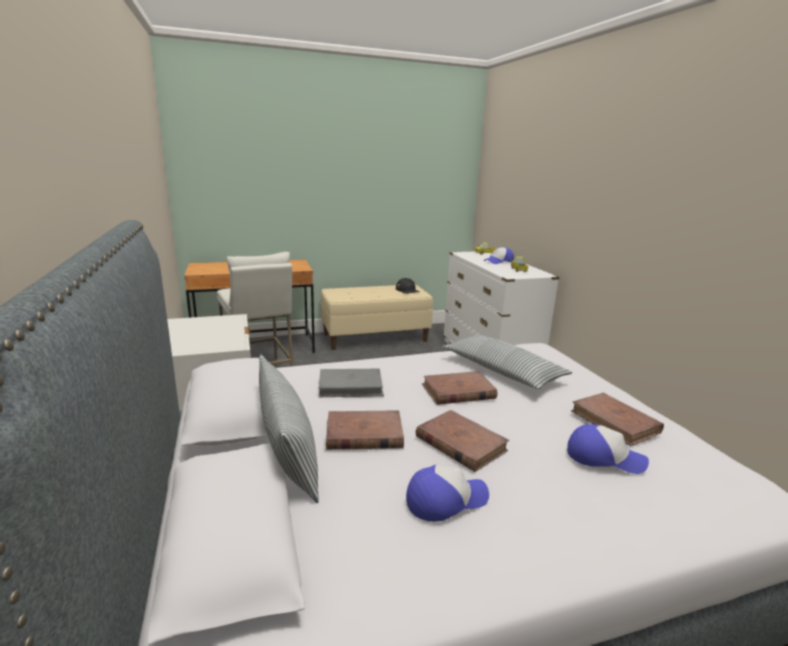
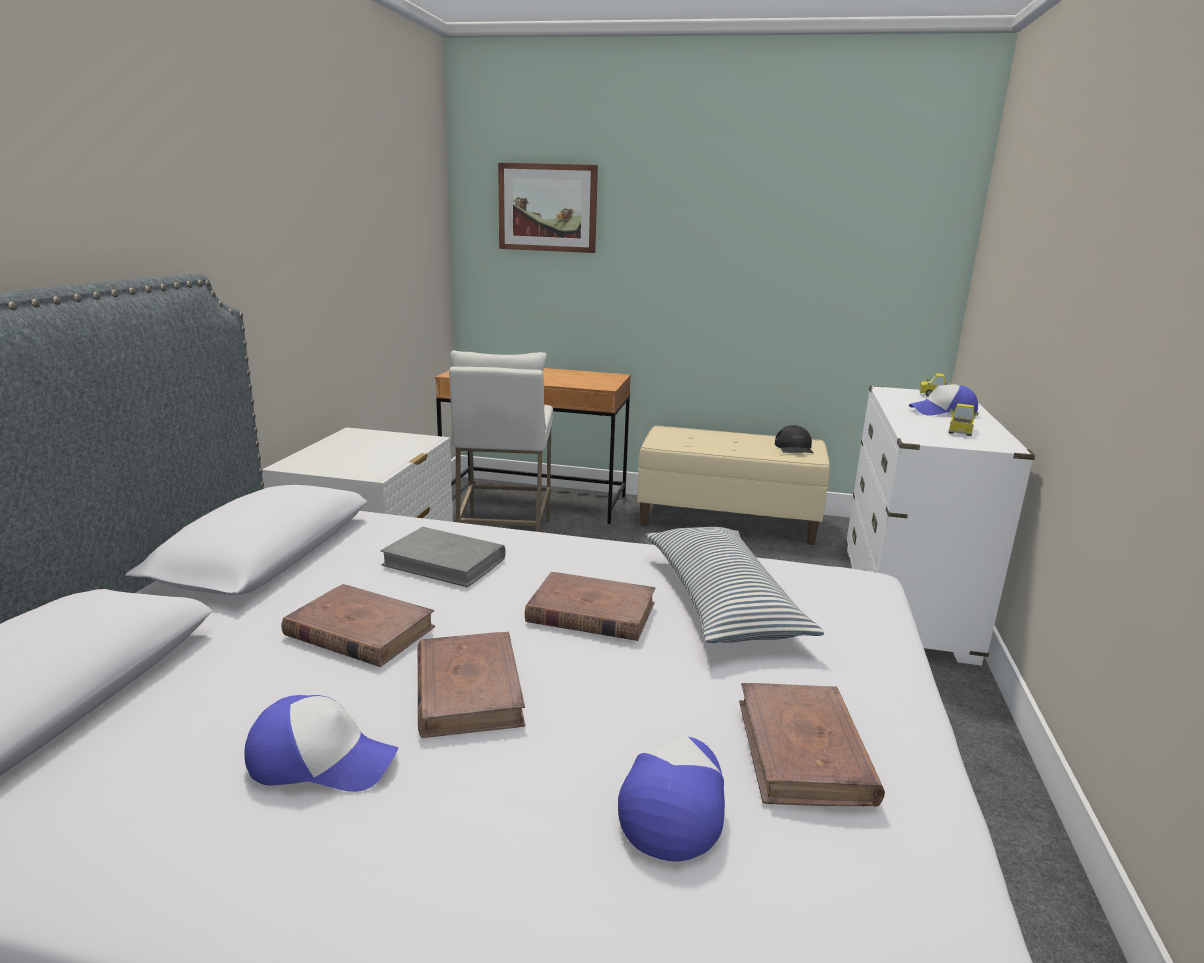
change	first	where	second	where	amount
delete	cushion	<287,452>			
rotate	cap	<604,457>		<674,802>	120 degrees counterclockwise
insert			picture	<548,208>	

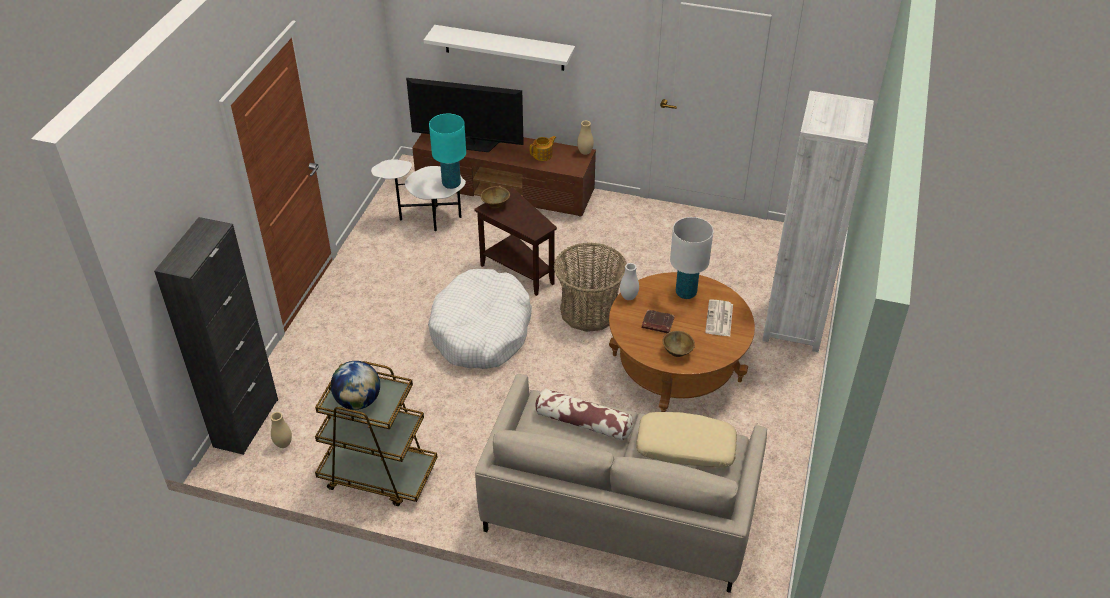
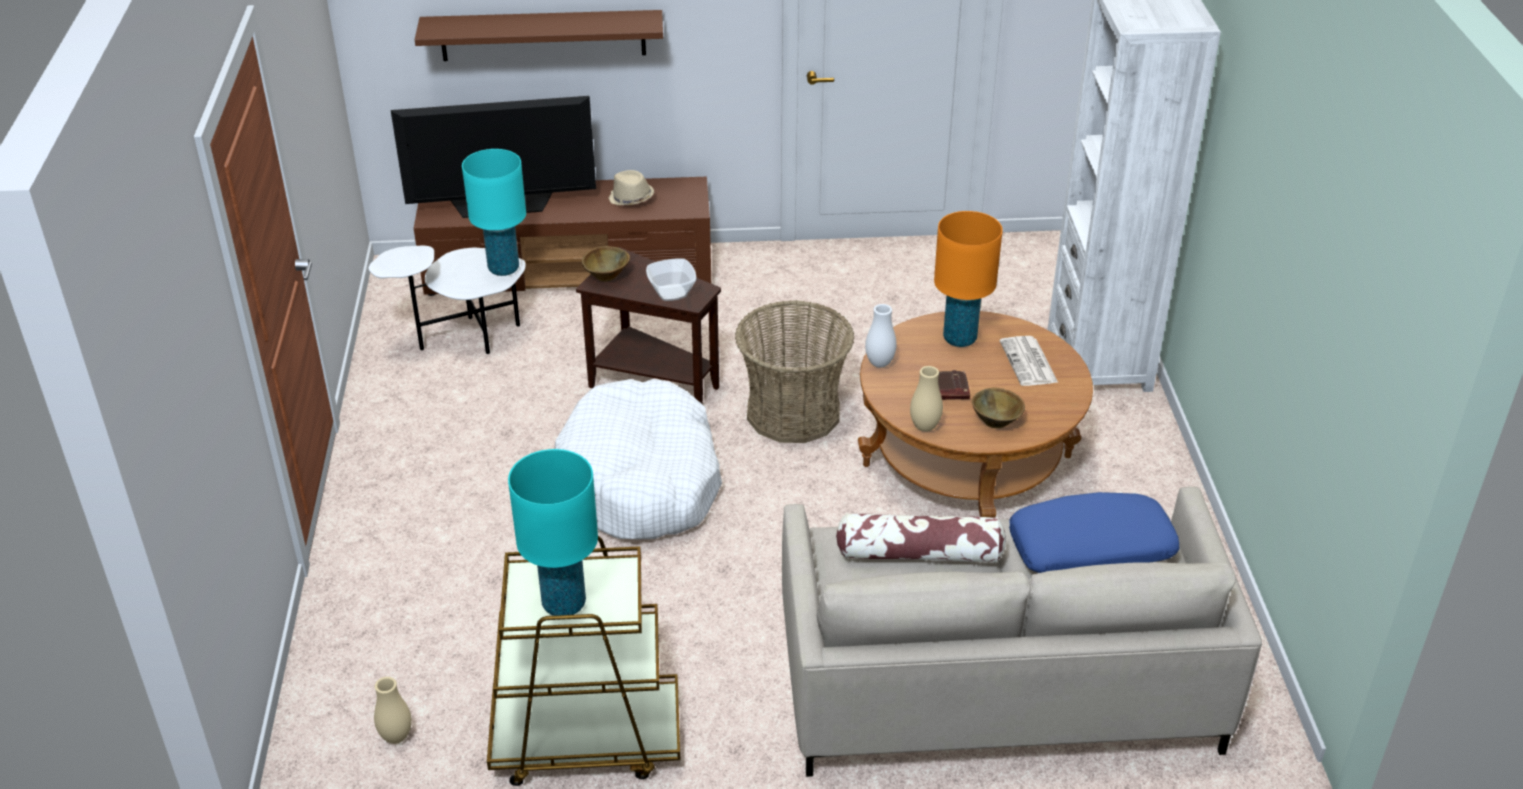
change	first	where	second	where	amount
recolor	whitish_bracket_shelf	<504,48>	brownish_bracket_shelf	<543,35>	
move	beige_vase	<585,152>		<924,427>	
replace	tea_pot	<543,155>	beige_hat	<631,199>	
delete	black_cupboard	<246,423>			
recolor	whitish_table_lamp	<685,293>	orange_table_lamp	<959,339>	
replace	desk_globe	<358,401>	turquoise_table_lamp	<564,603>	
recolor	beige_cushion	<685,448>	blue_cushion	<1090,549>	
insert			bowl	<671,293>	

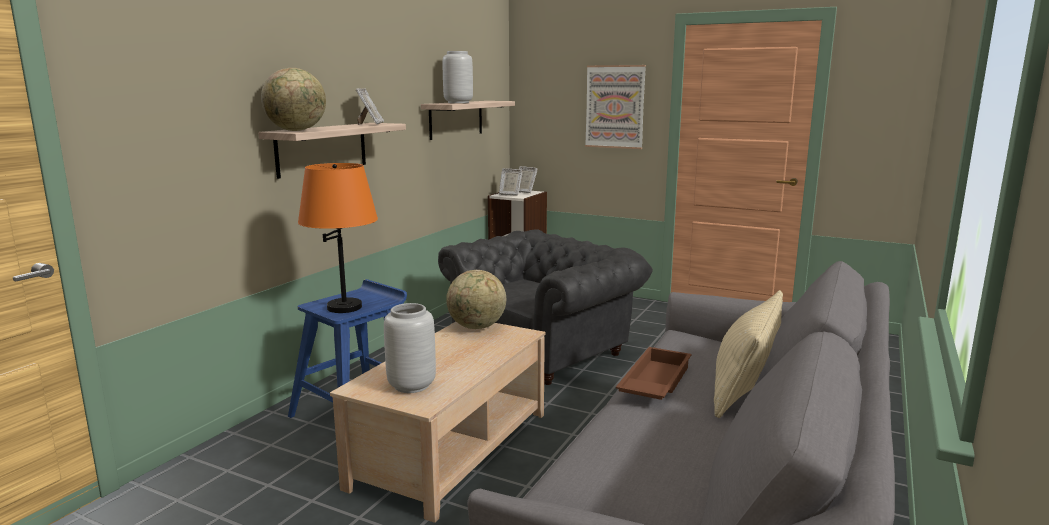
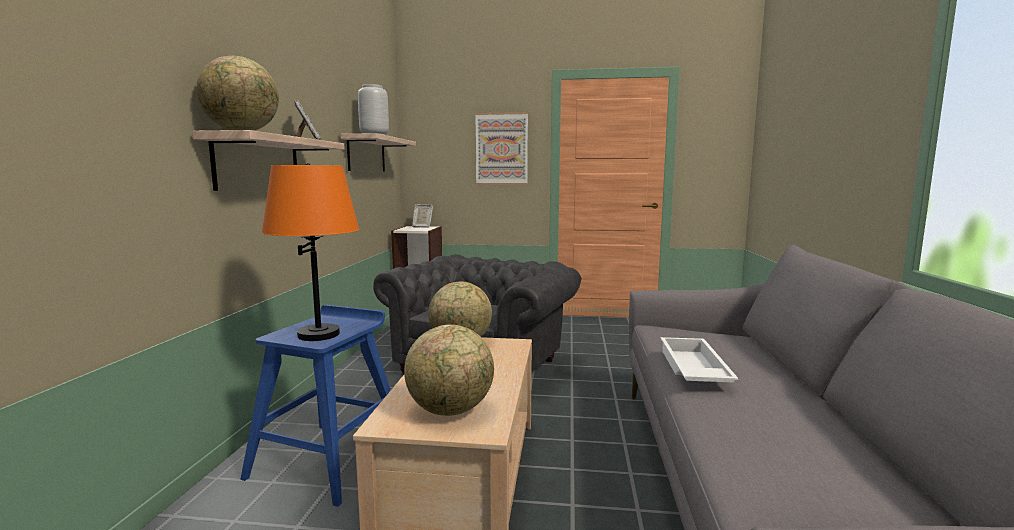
change	first	where	second	where	amount
delete	standing_frame	<510,194>			
delete	beige_cushion	<745,387>			
replace	grey_vase	<413,385>	desk_globe	<451,410>	
recolor	brownish_carrying_tray	<653,382>	whitish_carrying_tray	<692,369>	

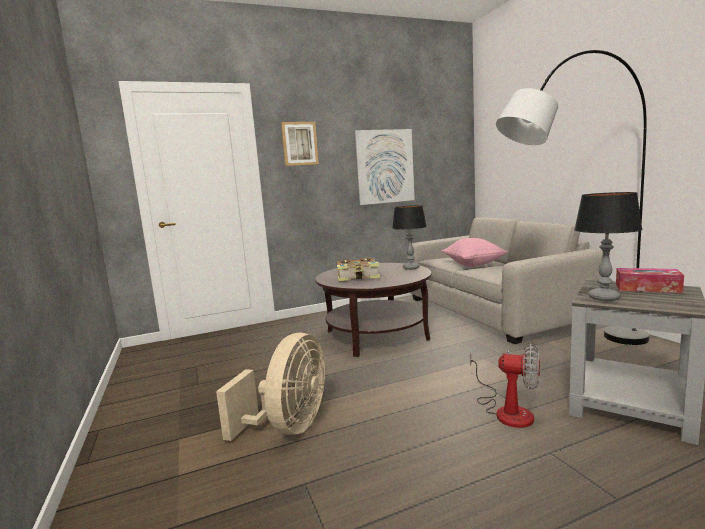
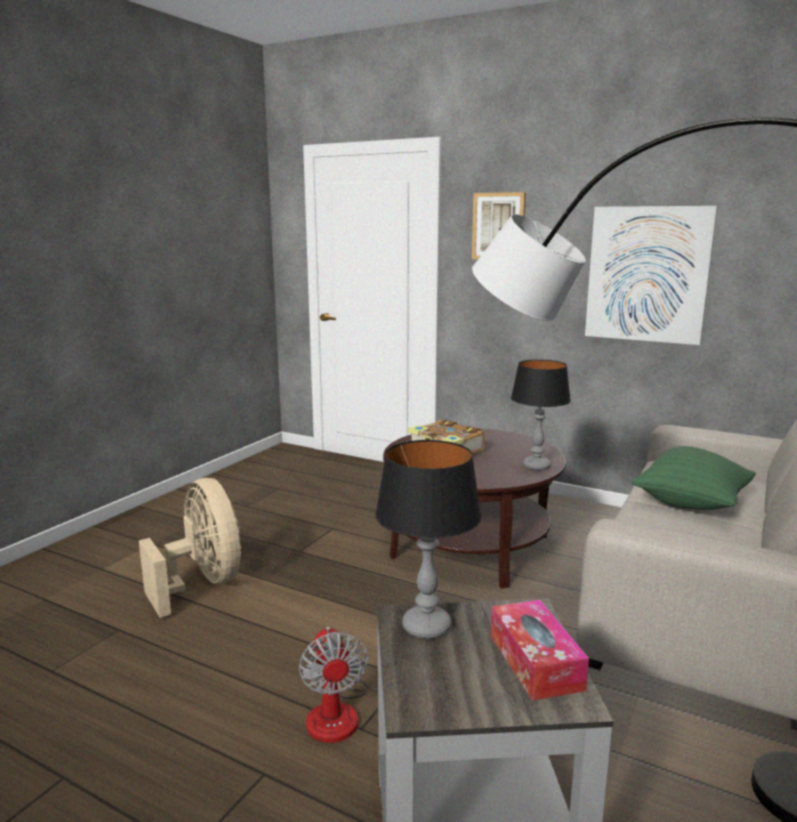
change	first	where	second	where	amount
recolor	pink_cushion	<473,265>	green-coloured_cushion	<691,503>	
rotate	beige_cooling_fan	<289,427>		<203,583>	105 degrees counterclockwise

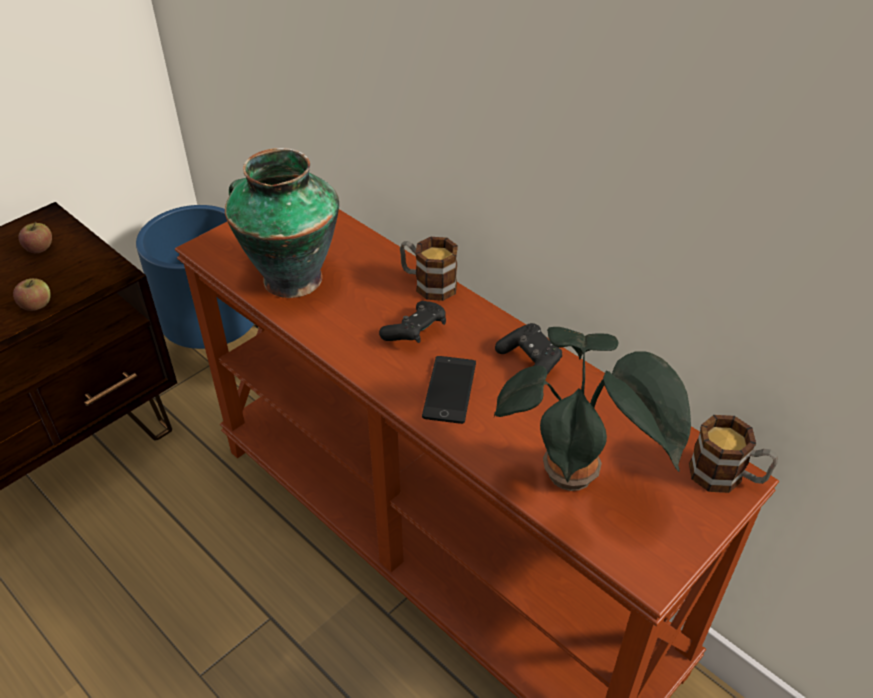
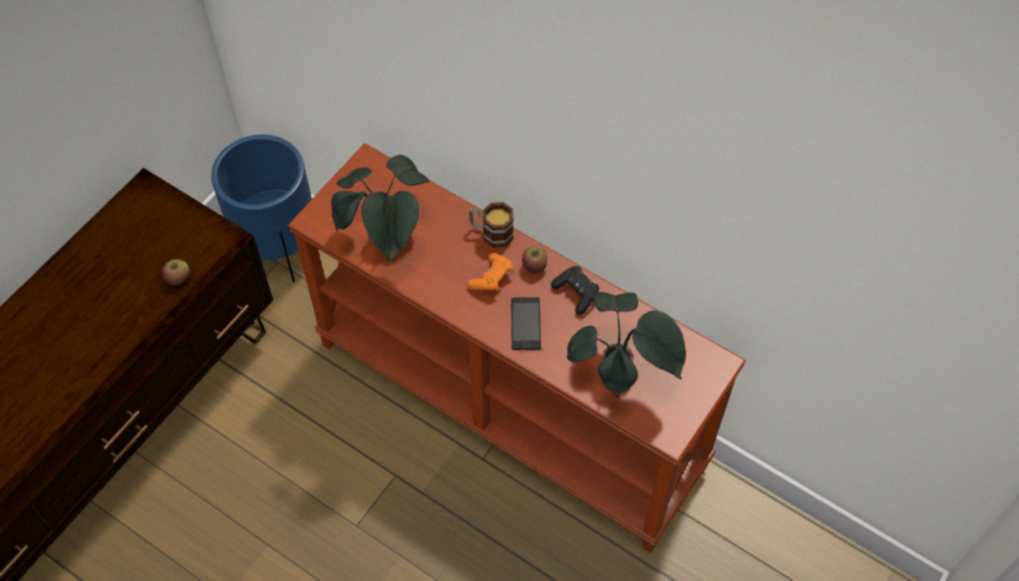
change	first	where	second	where	amount
replace	vase	<290,278>	potted_plant	<387,242>	
move	whole_apple	<39,248>		<534,265>	
recolor	black_joypad	<415,333>	orange_joypad	<492,279>	
delete	coffee_mug	<726,476>			

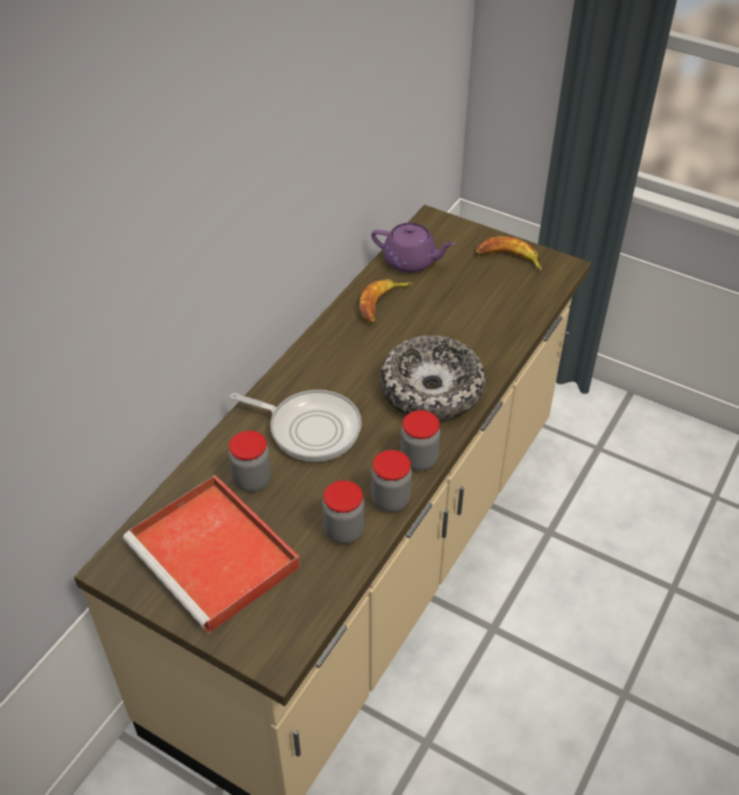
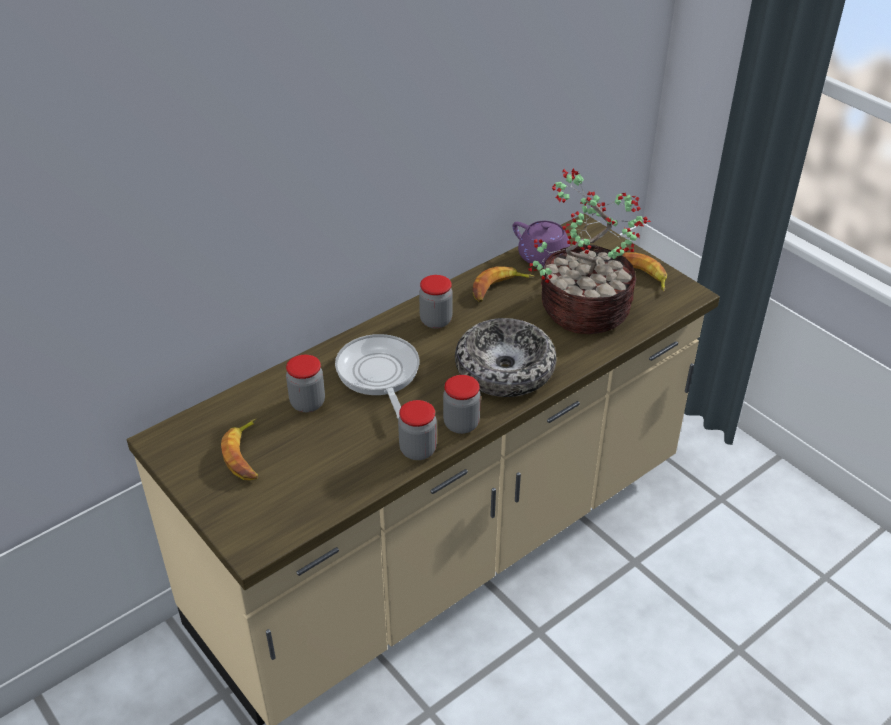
change	first	where	second	where	amount
rotate	frying_pan	<310,428>		<379,374>	150 degrees counterclockwise
replace	red-coloured_carrying_tray	<216,557>	whole_banana	<245,455>	
move	jar	<344,531>		<436,321>	
insert			potted_plant	<581,310>	

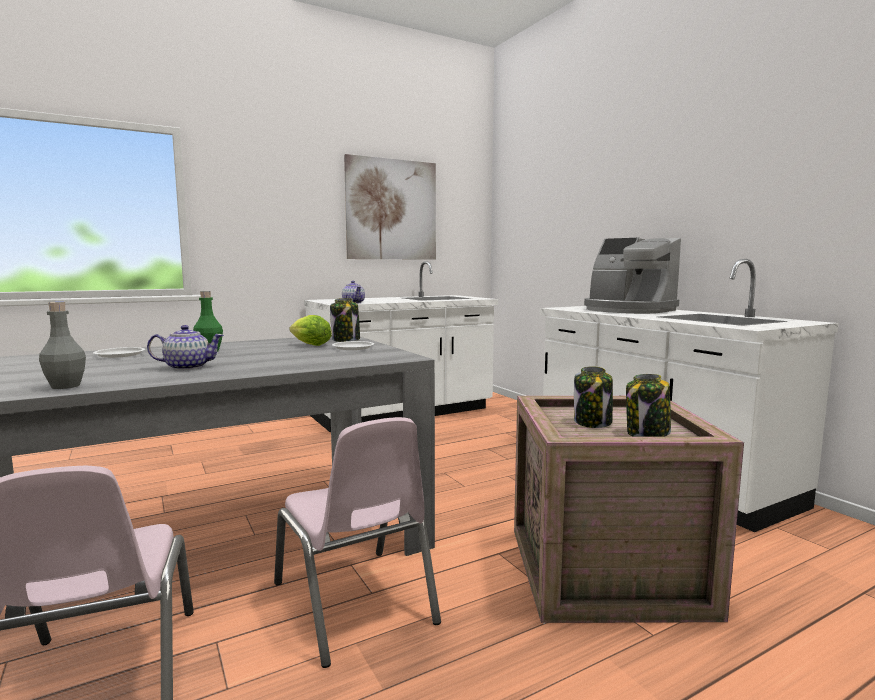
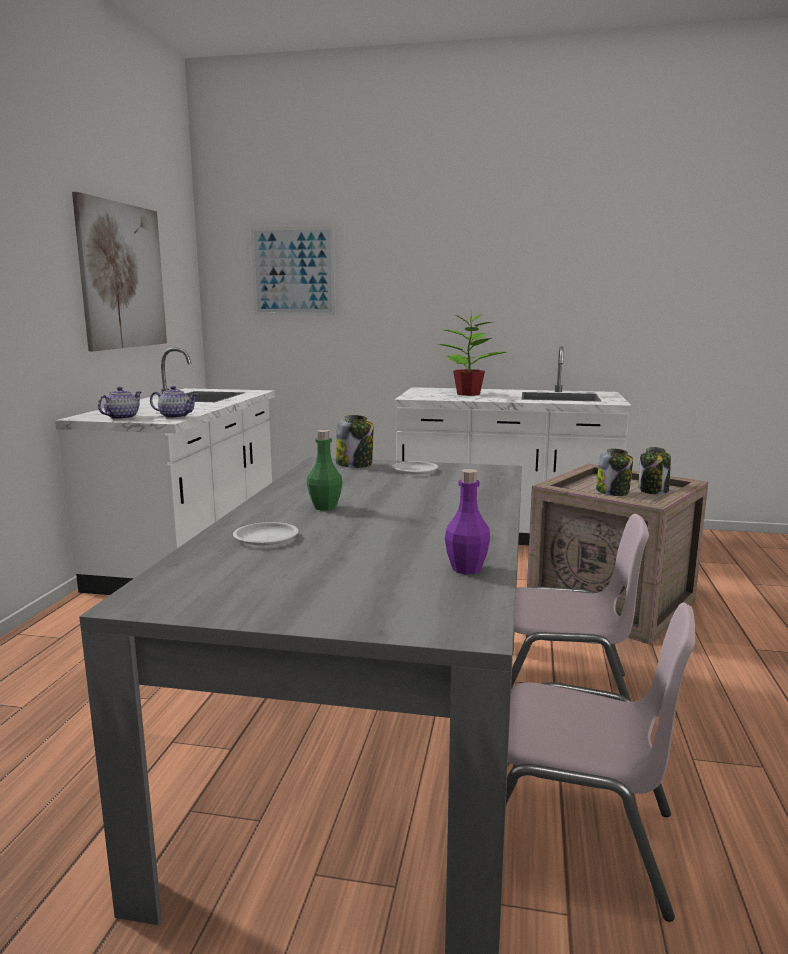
change	first	where	second	where	amount
replace	coffee_brewer	<627,310>	potted_plant	<467,394>	
recolor	grey_drink_bottle	<65,386>	purple-coloured_drink_bottle	<466,569>	
delete	lettuce_head	<308,345>			
move	tea_pot	<187,367>		<121,417>	
insert			picture	<293,271>	

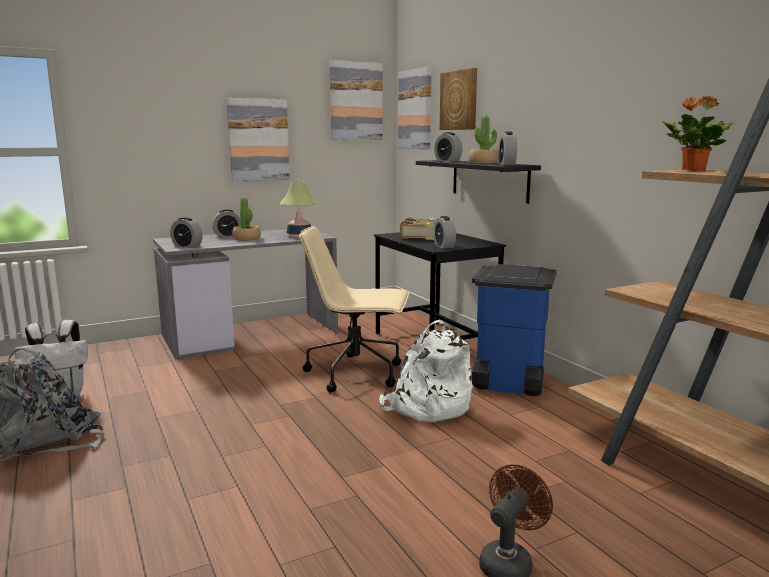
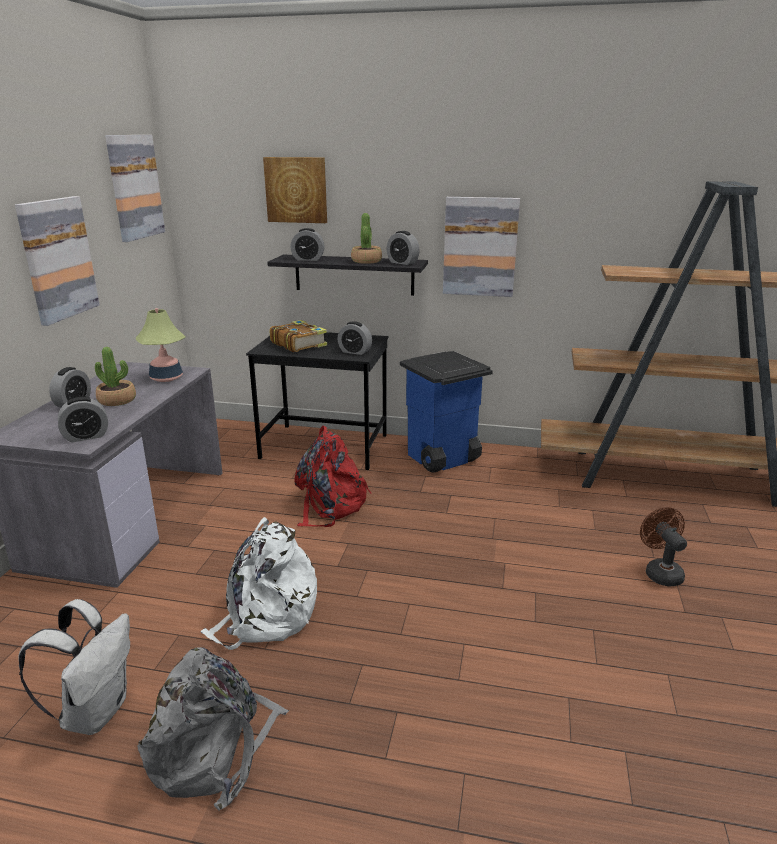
change	first	where	second	where	amount
move	picture	<415,109>		<480,247>	
delete	potted_plant	<692,170>			
replace	beige_desk_chair	<357,373>	red-coloured_rucksack	<330,504>	
move	whitish_rucksack	<427,407>		<266,616>	

